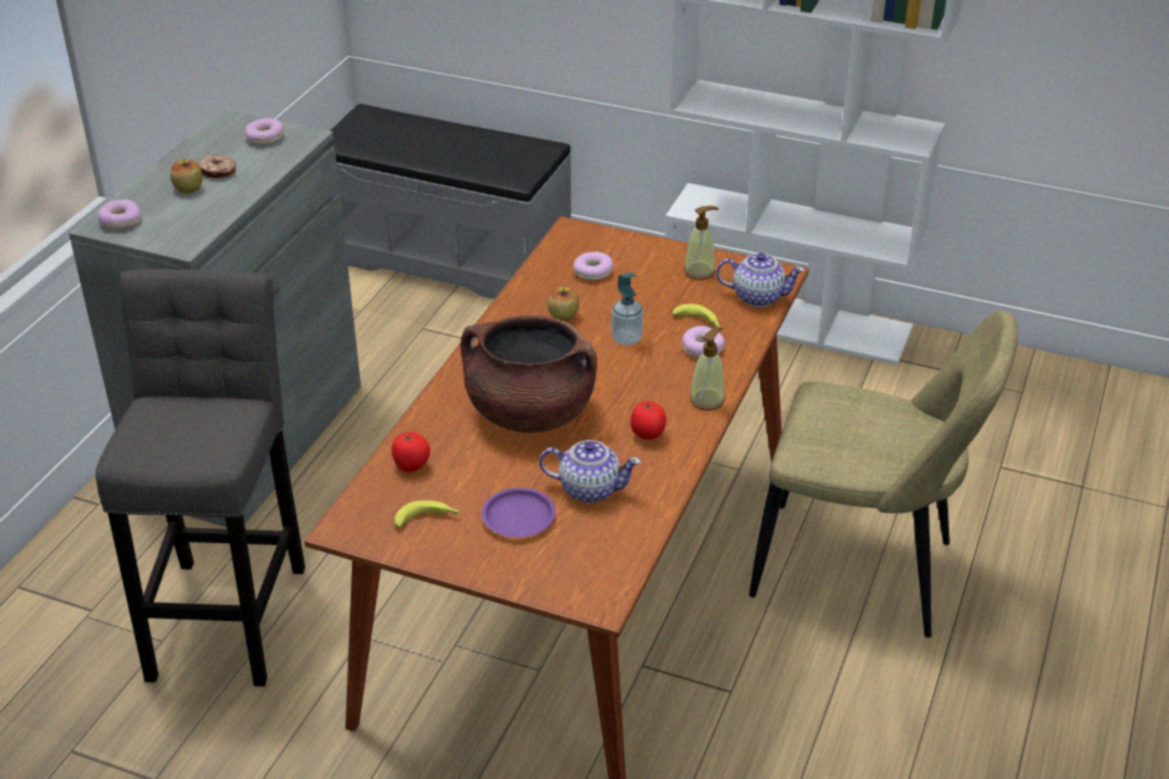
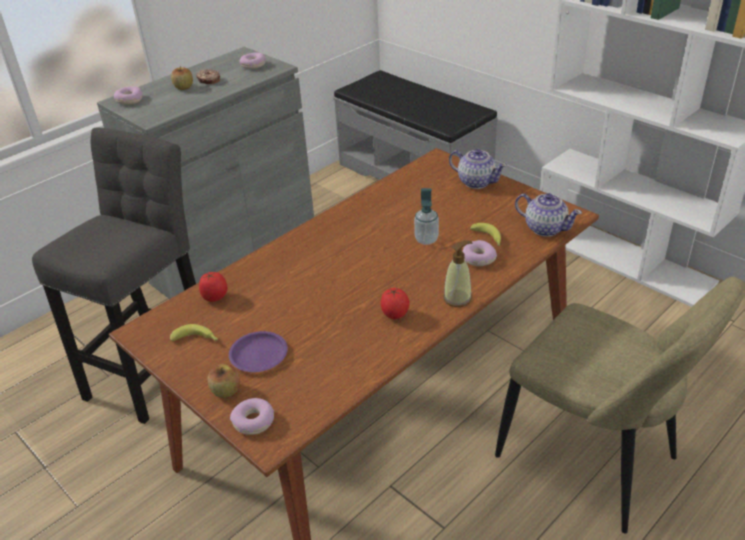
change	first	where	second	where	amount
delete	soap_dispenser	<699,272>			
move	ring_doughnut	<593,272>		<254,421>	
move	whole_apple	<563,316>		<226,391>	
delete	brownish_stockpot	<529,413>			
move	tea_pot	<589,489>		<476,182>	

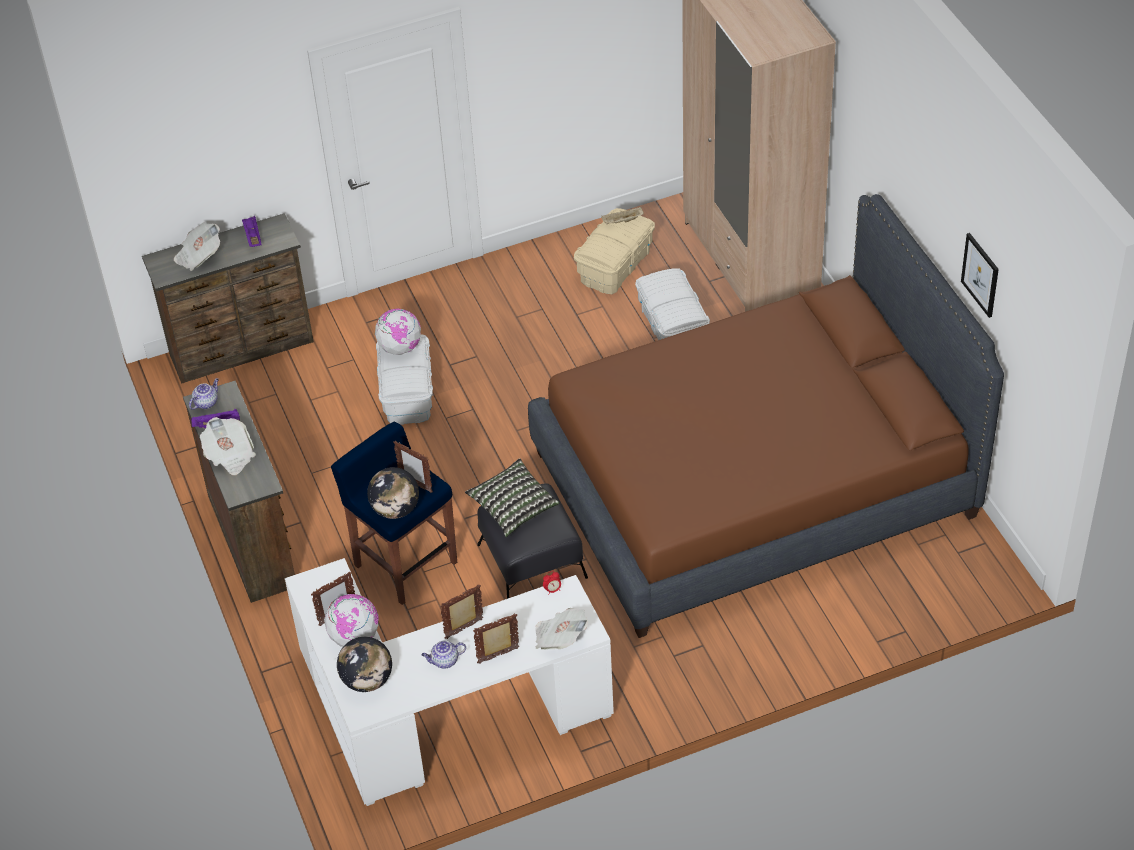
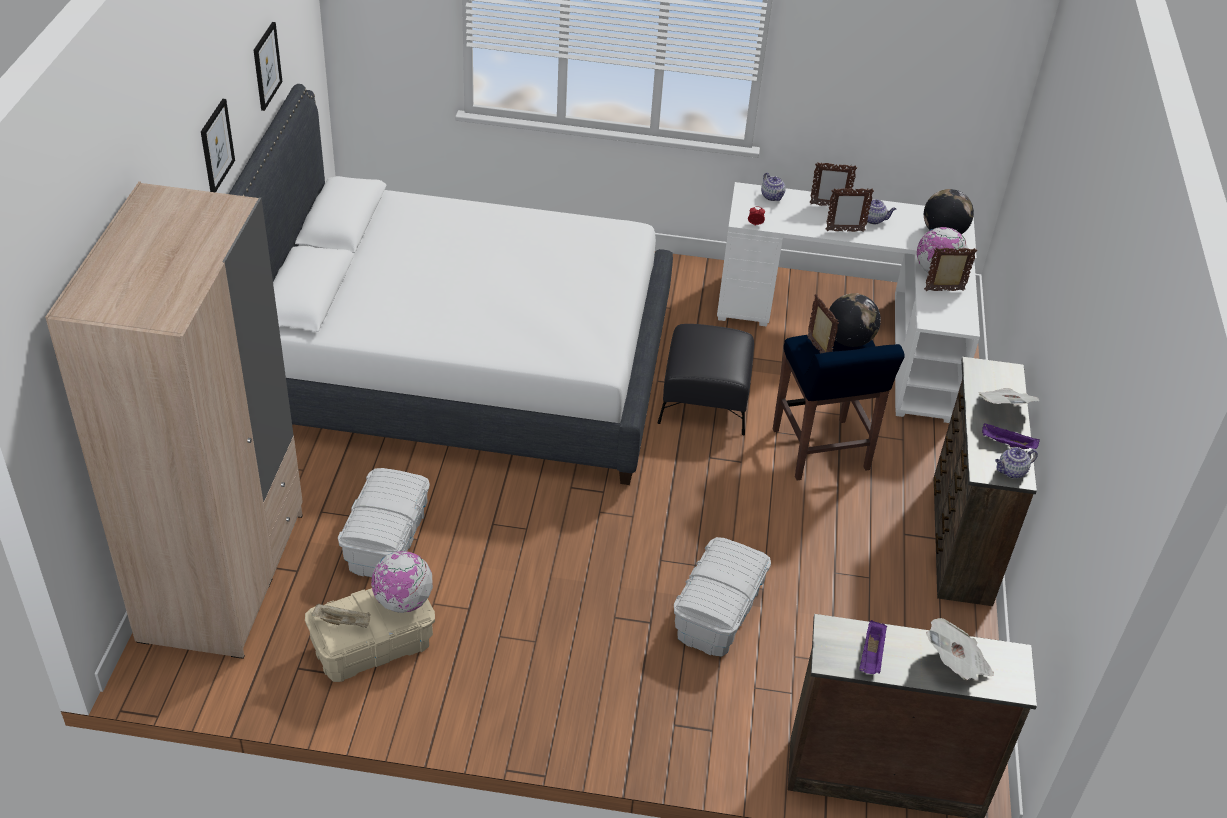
change	first	where	second	where	amount
recolor	brownish_sleeping_bed	<755,484>	whitish_sleeping_bed	<463,367>	
move	desk_globe	<400,347>		<403,601>	
delete	cushion	<513,507>			
replace	daily_paper	<560,638>	tea_pot	<772,197>	
insert			picture	<216,146>	

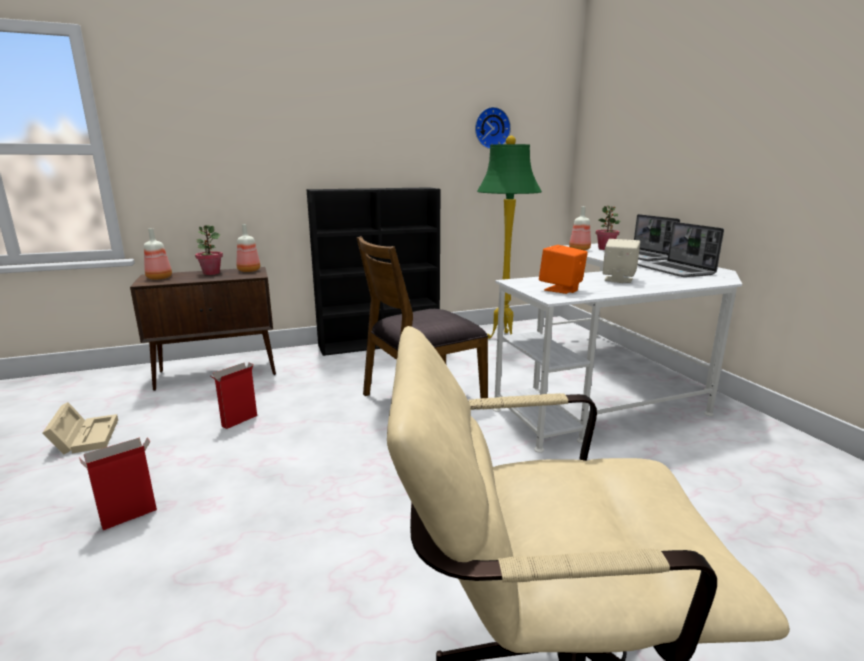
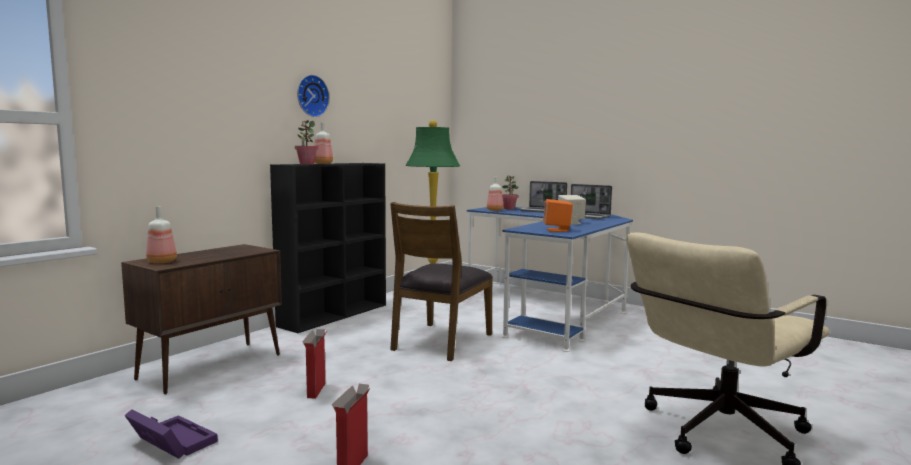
change	first	where	second	where	amount
move	hanging_clock	<491,128>		<311,96>	
move	drink_bottle	<248,271>		<322,163>	
move	potted_plant	<211,273>		<306,164>	
recolor	whitish_desk	<609,384>	blue_desk	<550,309>	
recolor	beige_storage_box	<85,436>	purple-coloured_storage_box	<170,442>	

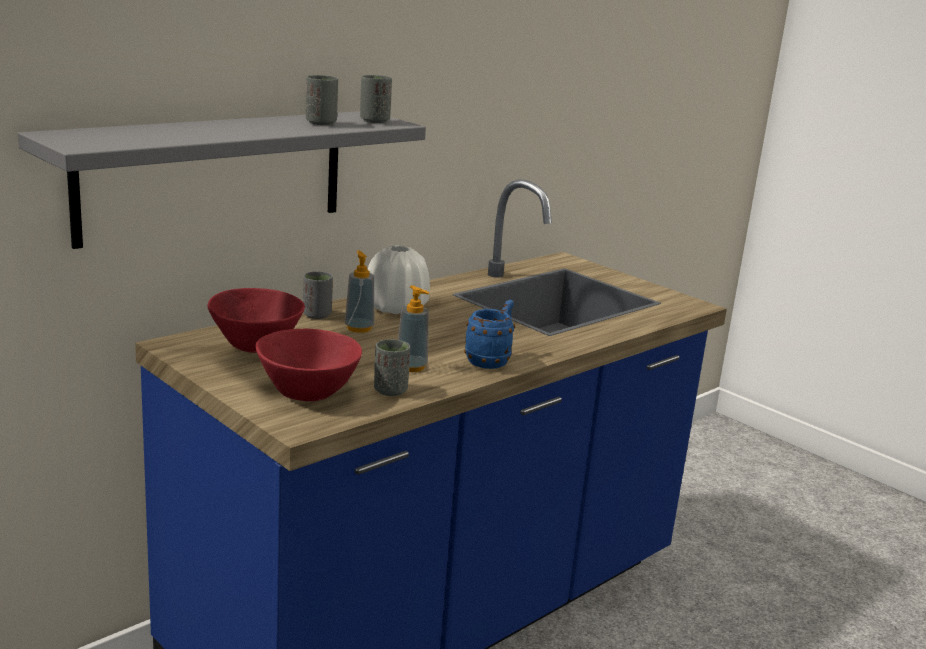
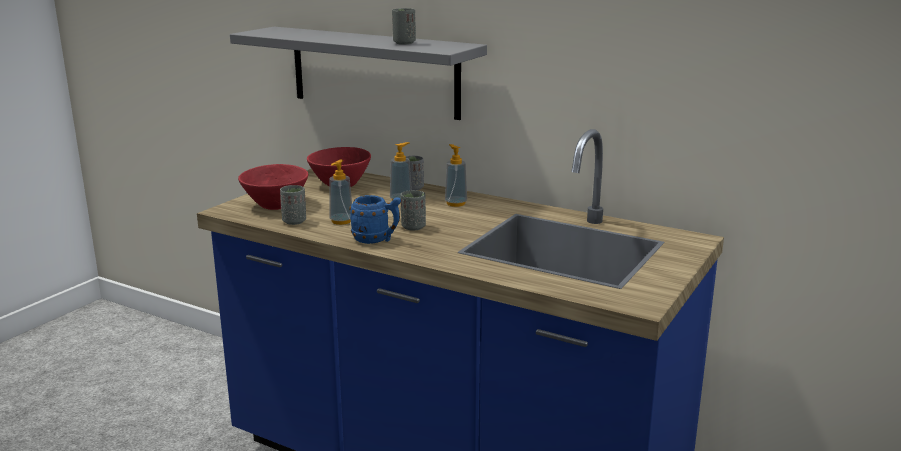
change	first	where	second	where	amount
move	grey_drinking_cup	<374,121>		<413,227>	
replace	whitish_vase	<396,308>	soap_dispenser	<455,203>	

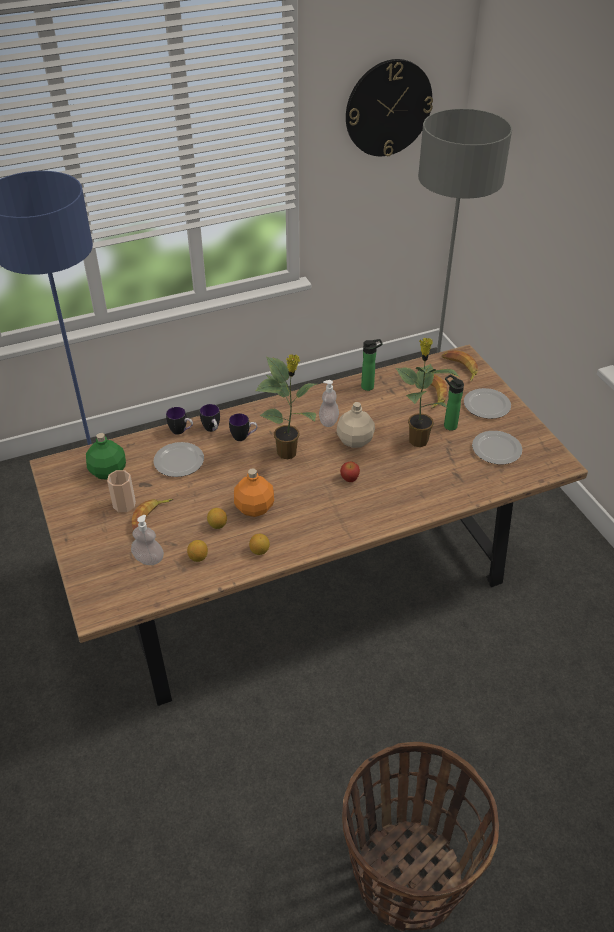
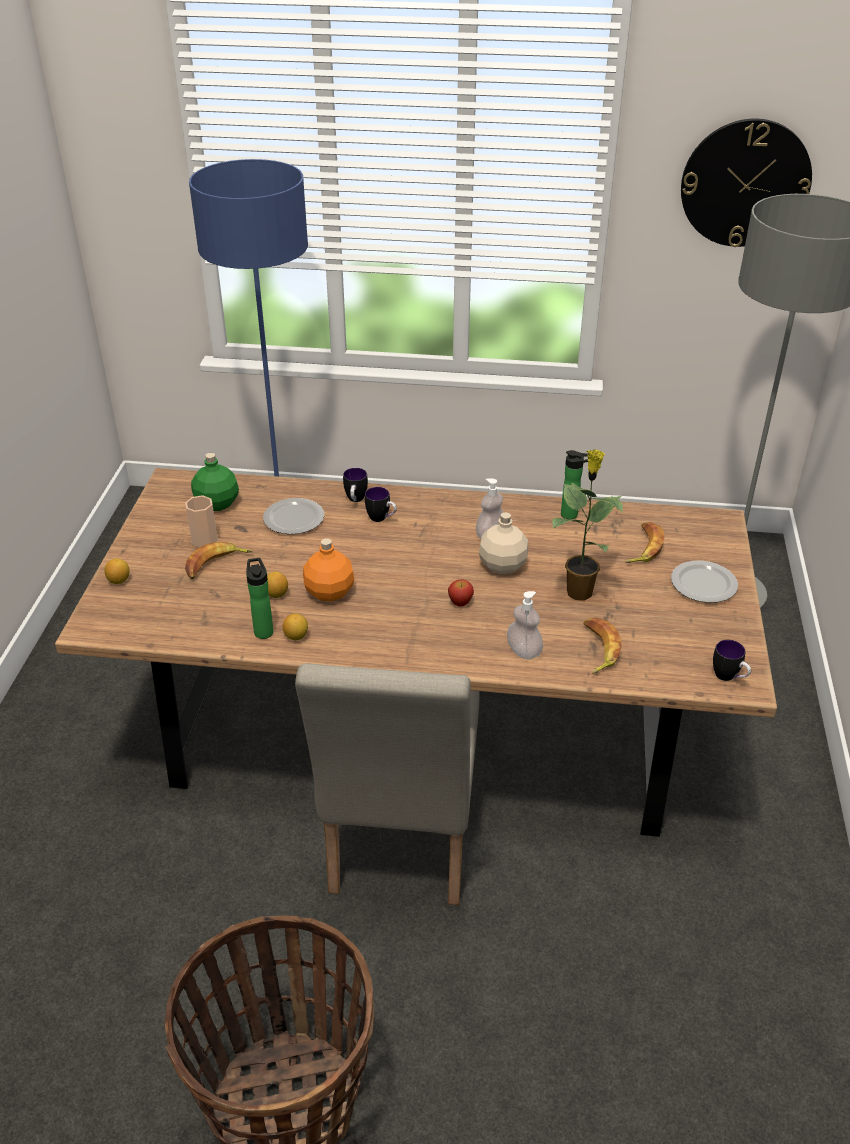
change	first	where	second	where	amount
move	whole_banana	<460,368>		<598,649>	
delete	potted_plant	<288,453>			
move	drink_bottle	<448,425>		<263,630>	
move	coffee_mug	<181,431>		<729,678>	
delete	plate	<495,449>			
move	soap_dispenser	<148,559>		<523,651>	
move	lemon	<198,557>		<119,580>	
insert			beige_chair	<399,846>	

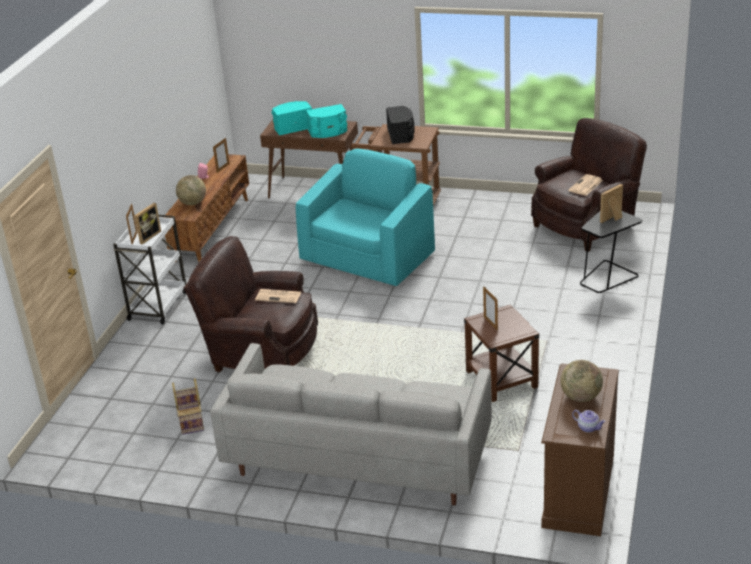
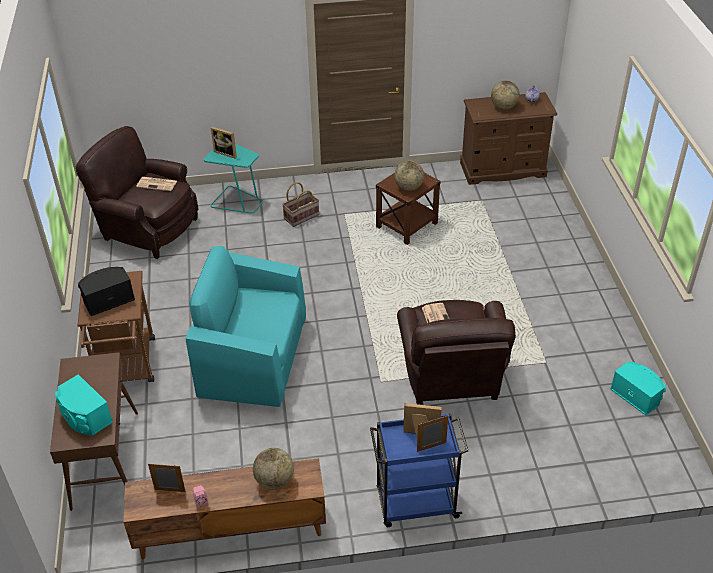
change	first	where	second	where	amount
move	turquoise_speaker	<328,132>		<636,395>	
recolor	black_side_table	<606,278>	turquoise_side_table	<237,201>	
recolor	whitish_cart	<158,305>	blue_cart	<415,503>	
replace	standing_frame	<490,323>	desk_globe	<408,187>	
delete	grey_couch	<358,459>			
move	basket	<191,420>		<301,216>	

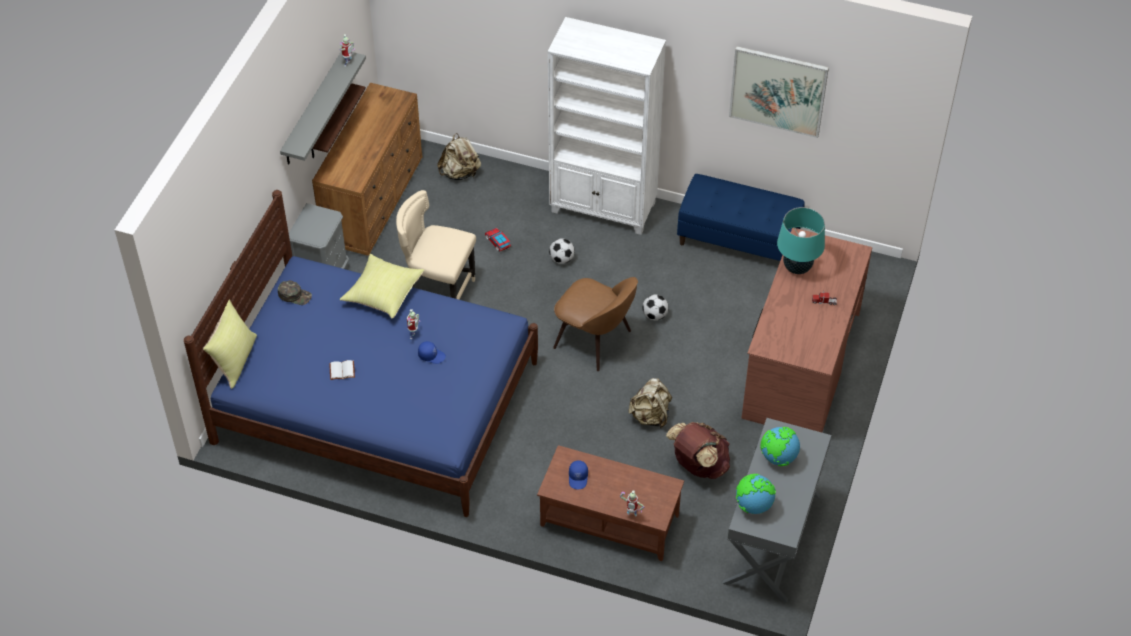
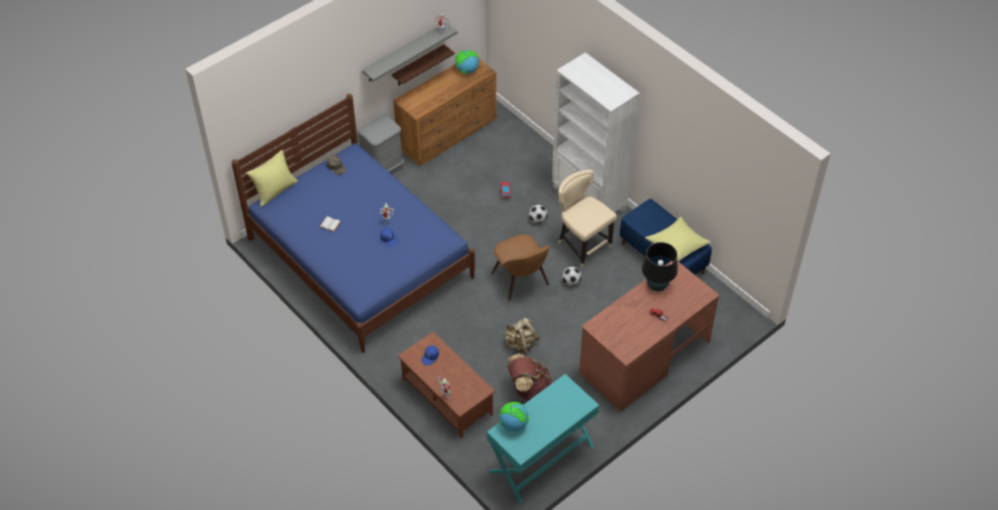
change	first	where	second	where	amount
delete	picture	<778,91>			
delete	beige_rucksack	<460,173>			
move	beige_chair	<439,293>		<582,245>	
recolor	turquoise_table_lamp	<797,267>	black_table_lamp	<657,286>	
move	yellow_cushion	<383,293>		<676,246>	
recolor	grey_hall_table	<772,538>	turquoise_hall_table	<541,459>	
move	desk_globe	<778,457>		<467,70>	

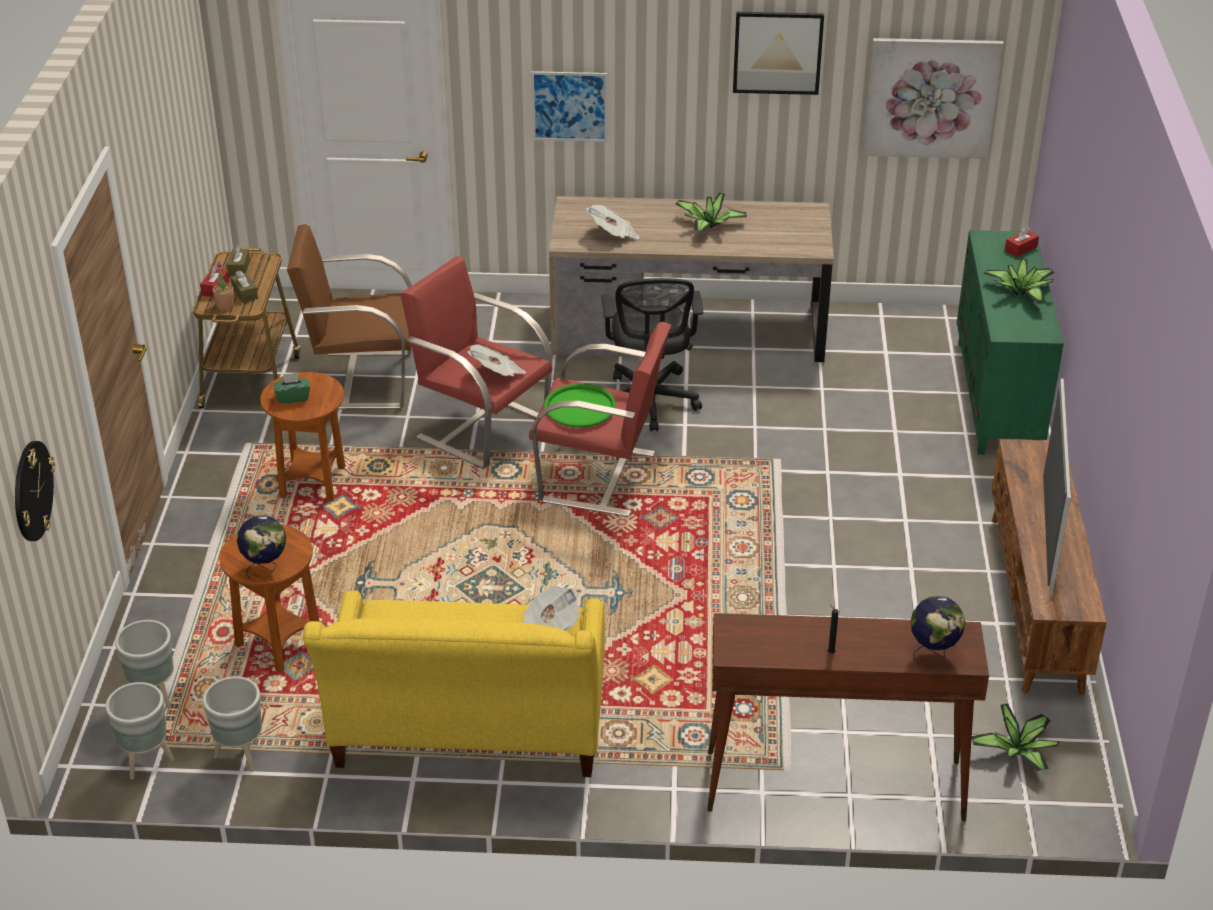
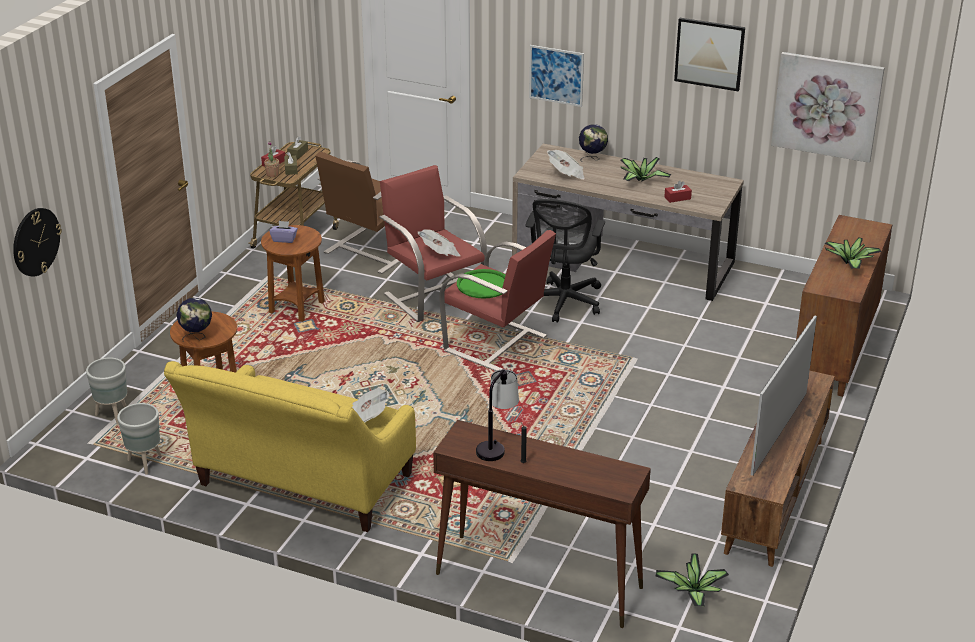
change	first	where	second	where	amount
rotate	brownish_armchair	<363,379>		<371,250>	75 degrees counterclockwise
move	red-coloured_box_of_tissues	<1020,249>		<677,198>	
recolor	green-coloured_cupboard	<998,398>	brownish_cupboard	<836,351>	
recolor	green-coloured_box_of_tissues	<293,397>	purple-coloured_box_of_tissues	<284,239>	
move	desk_globe	<933,653>		<592,159>	
delete	grey_flower_pot	<147,762>			
insert			table_lamp	<496,445>	

